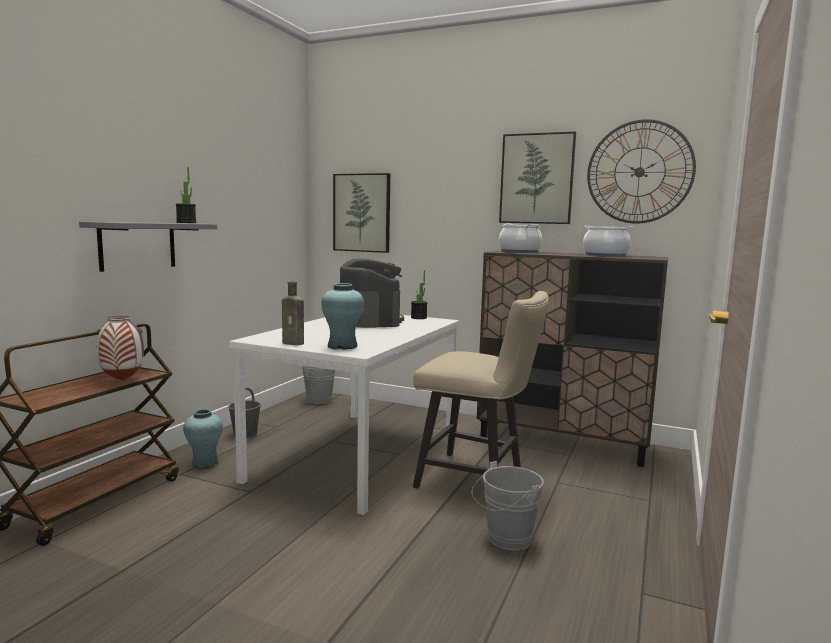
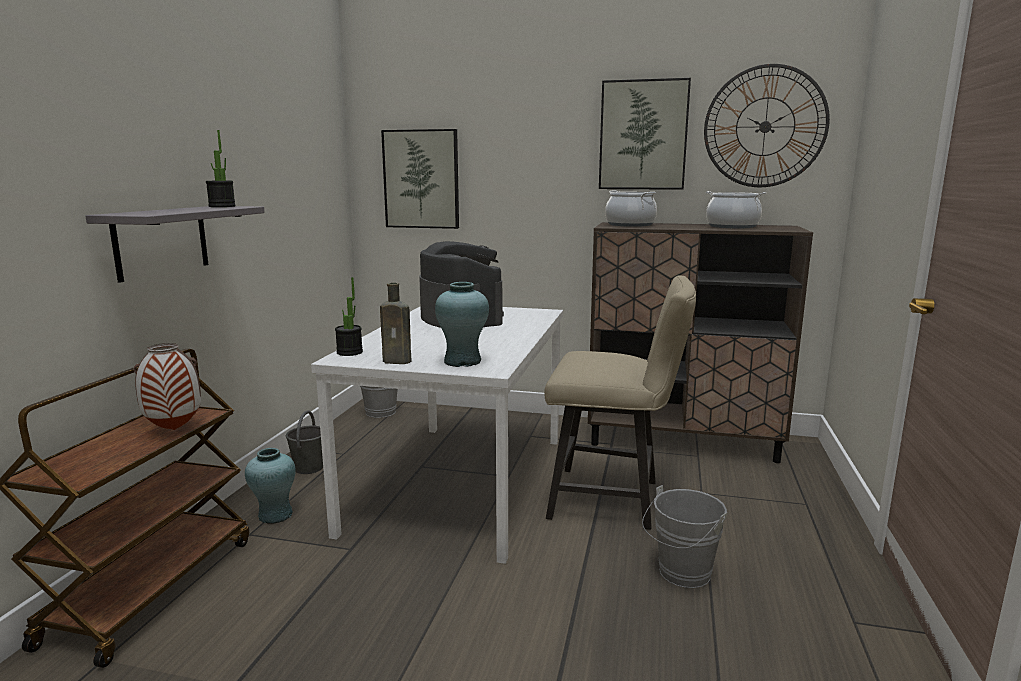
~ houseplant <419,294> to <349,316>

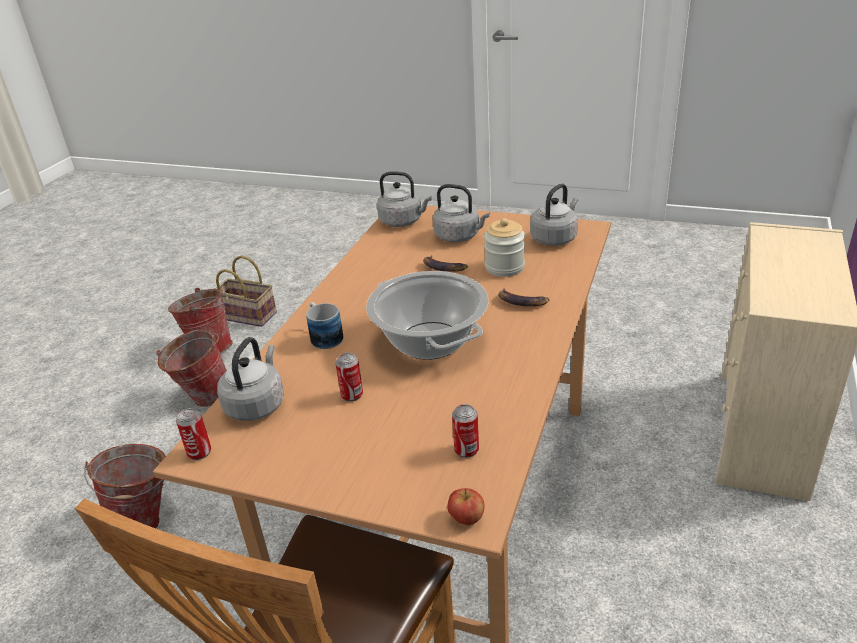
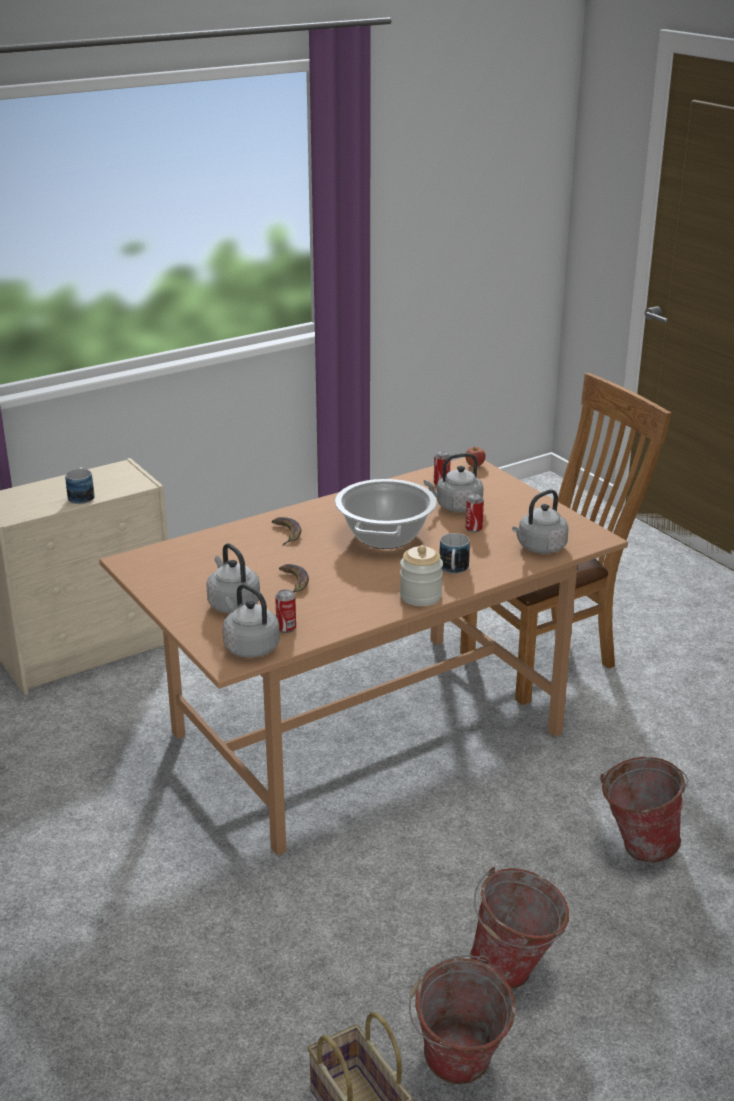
~ greyish kettle <554,215> to <453,483>
~ storage jar <504,247> to <421,575>
~ metal can <193,434> to <285,611>
+ tea mug <79,485>

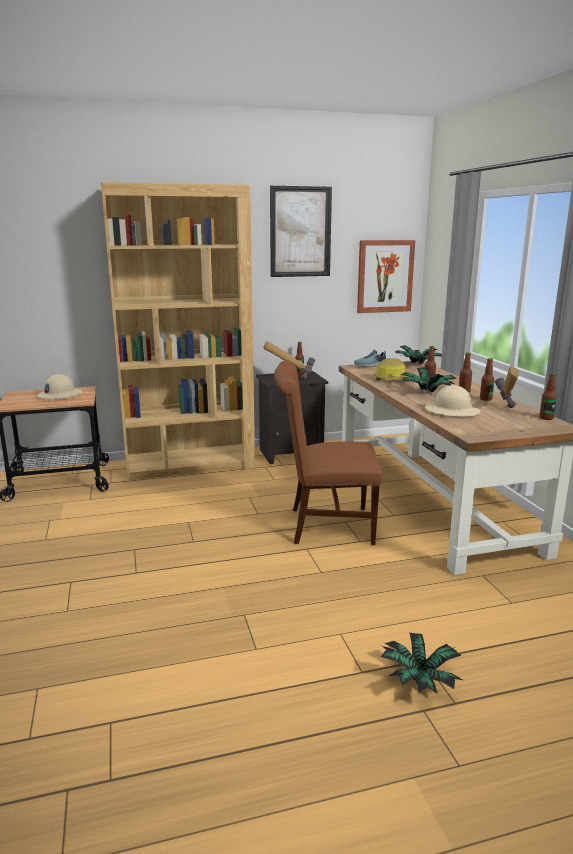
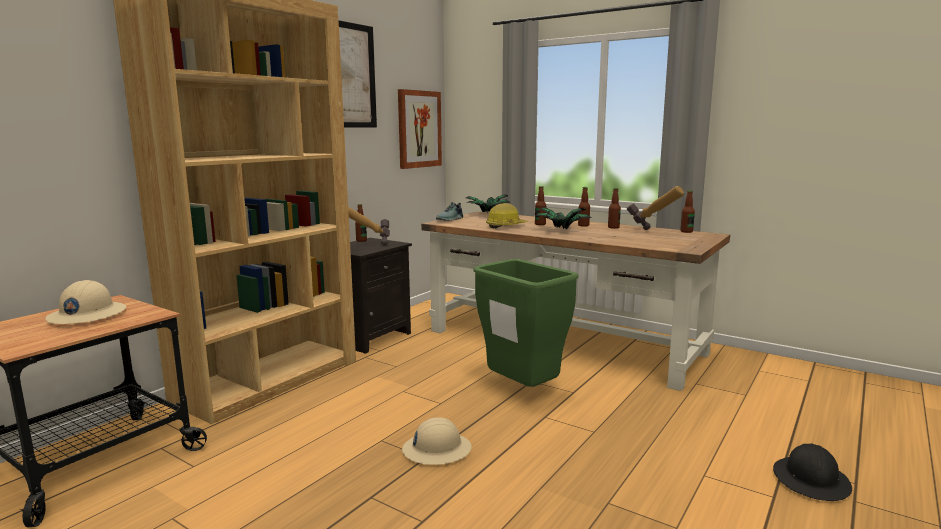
~ brownish plain chair <328,453> to green-coloured rubbish bin <526,323>
~ sand-coloured safety helmet <452,401> to <437,441>
~ houseplant <422,663> to blackish safety helmet <812,472>

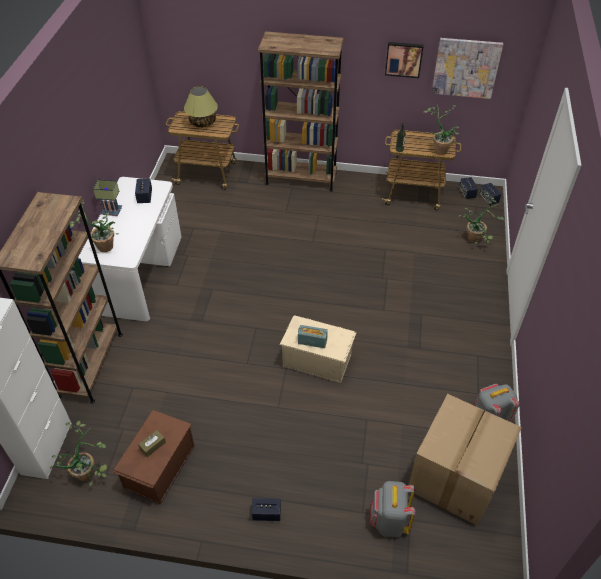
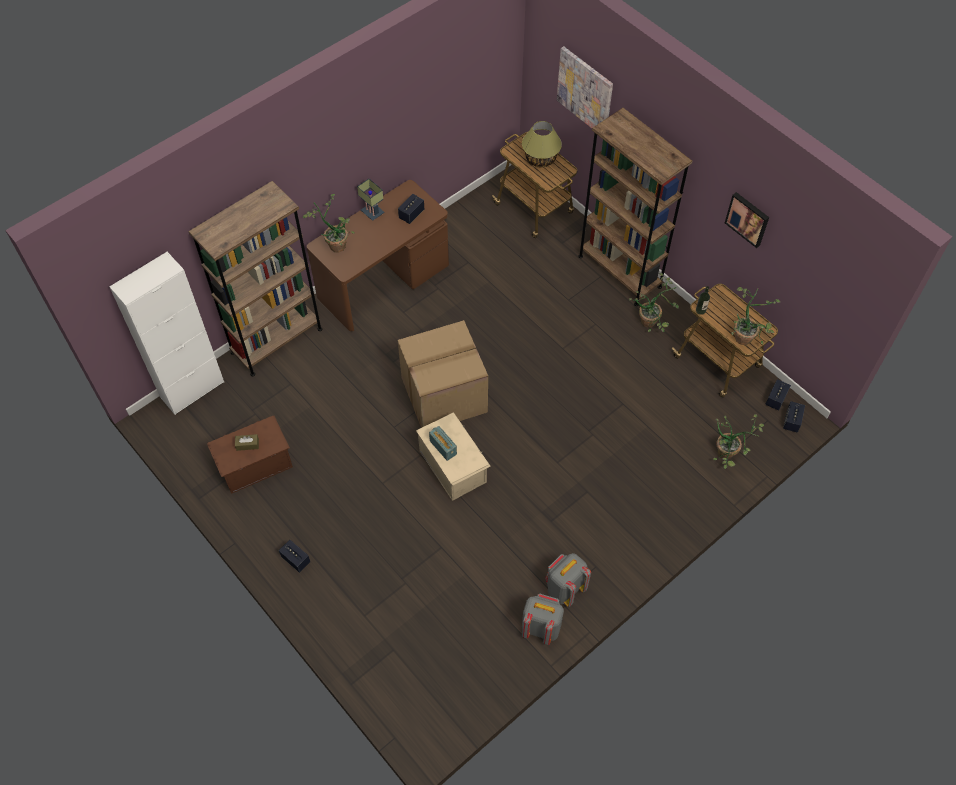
~ picture <467,68> to <585,87>
~ whitish desk <130,249> to brownish desk <378,255>
~ carton <465,460> to <443,374>
~ houseplant <78,453> to <654,302>
~ greyish rucksack <393,509> to <568,580>

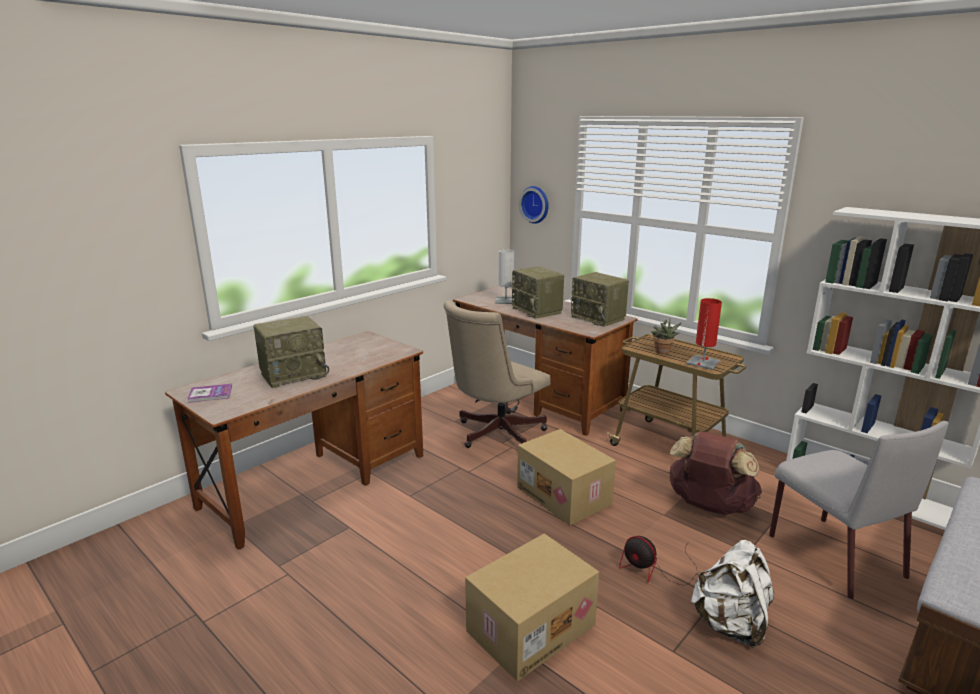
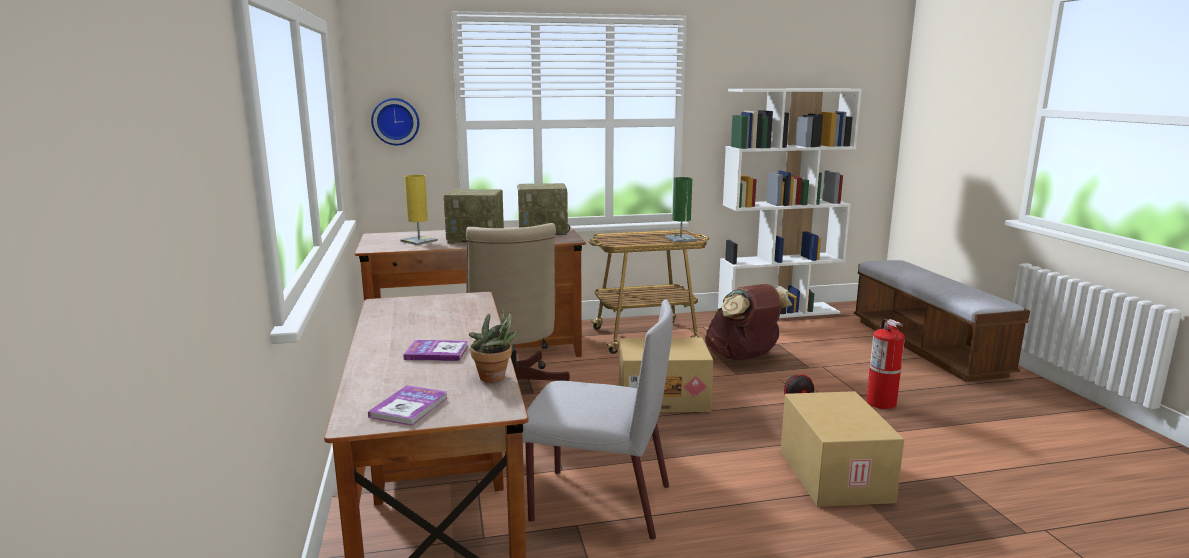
~ whitish tabletop lamp <504,276> to yellow tabletop lamp <419,210>
~ red-coloured tabletop lamp <704,334> to green-coloured tabletop lamp <681,210>
~ radio <291,352> to bound book <435,350>
~ houseplant <666,336> to <494,345>
~ greyish plain chair <859,510> to <597,420>
~ whitish rucksack <732,594> to fire-fighting cylinder <885,364>

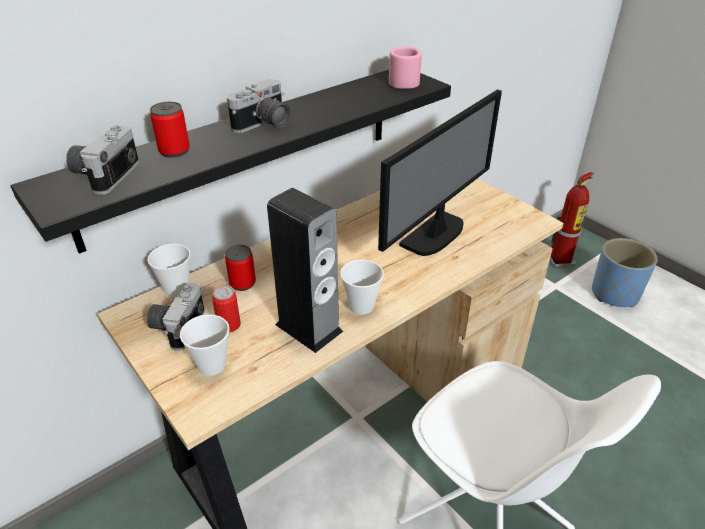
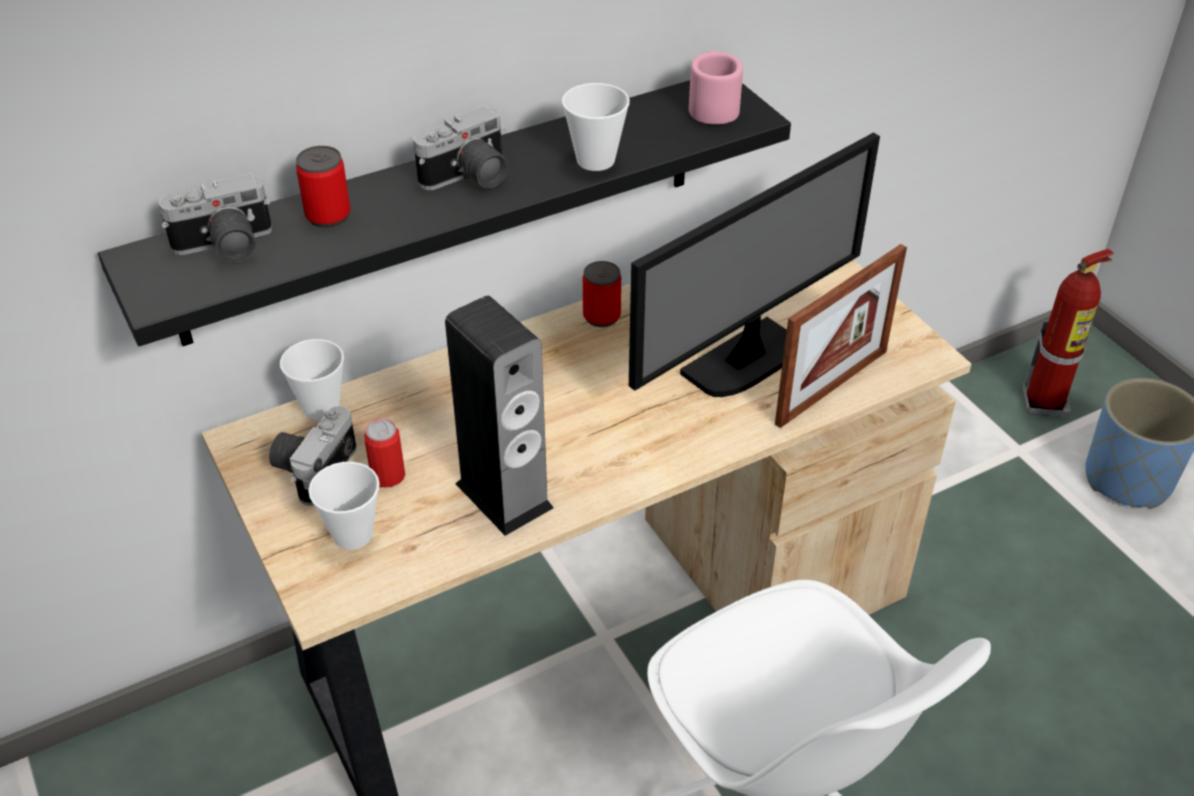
~ still camera <102,160> = <215,217> 135 degrees counterclockwise
~ metal can <240,268> to <602,294>
~ small cup <362,287> to <596,127>
+ photo frame <841,336>

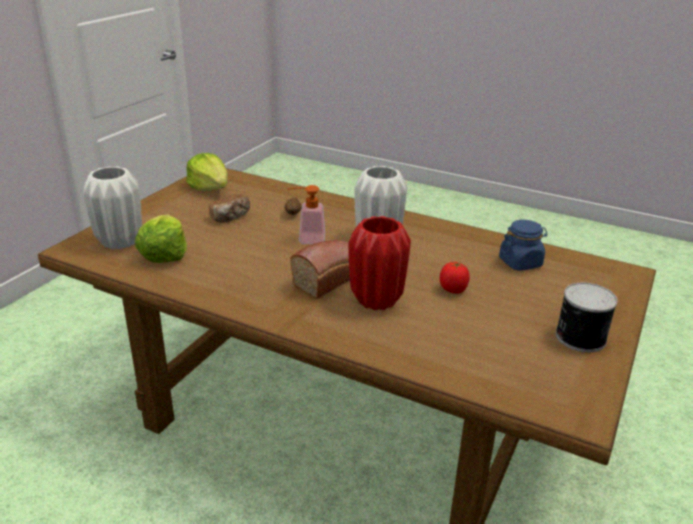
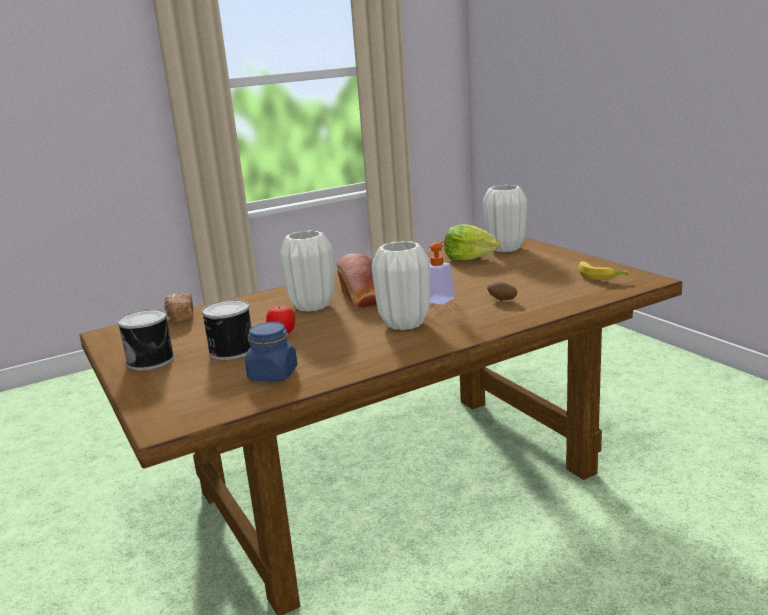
~ lettuce <207,172> to banana fruit <603,270>
~ bakery bread <229,208> to <178,307>
~ red-coloured decorative vase <380,263> to whitish decorative vase <306,271>
+ metal can <227,330>

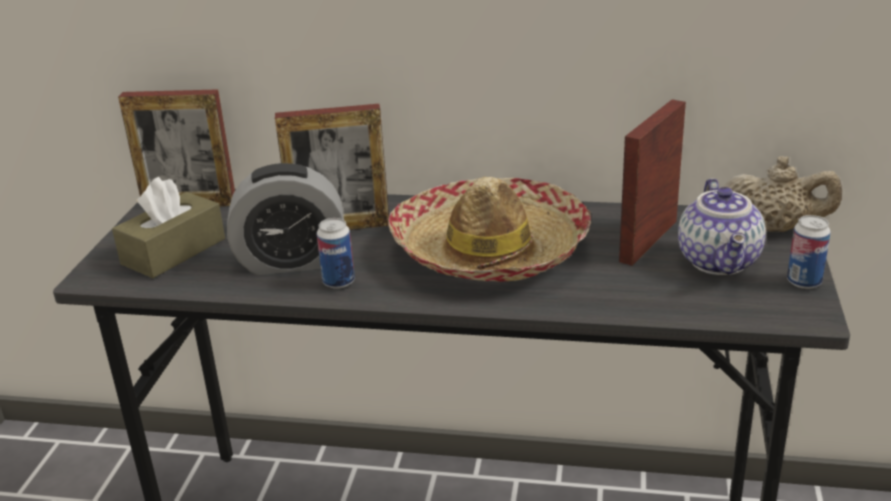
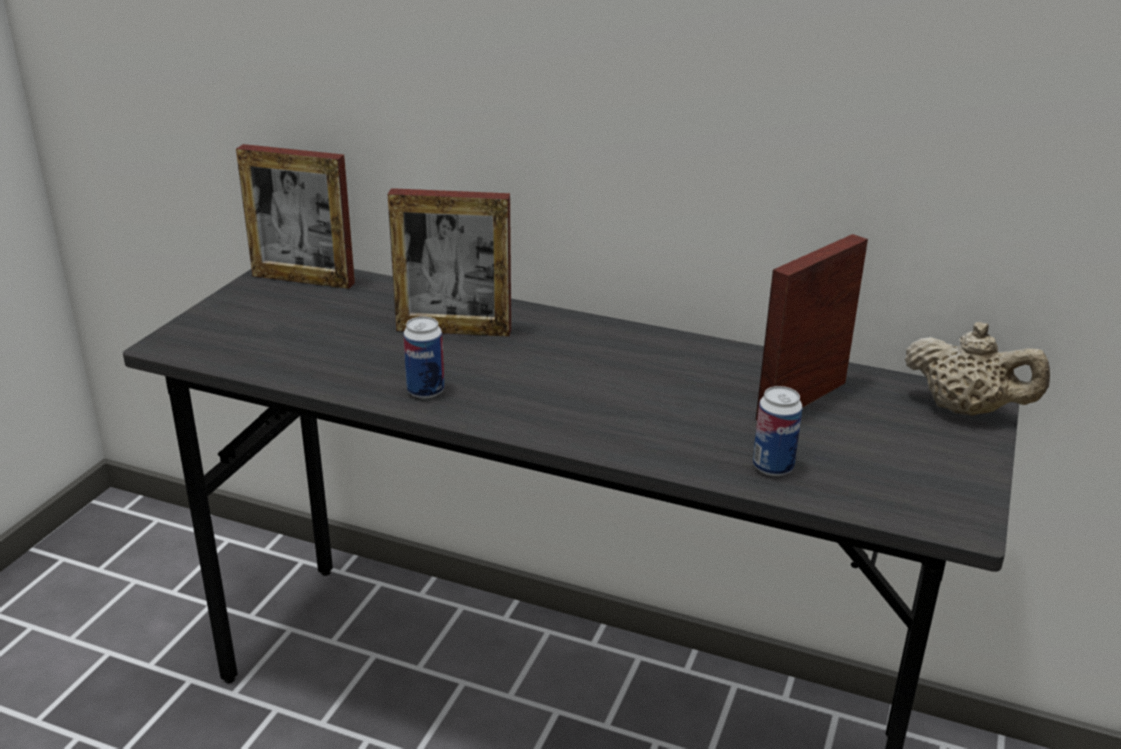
- bedside clock <285,219>
- brownish tissue box <168,227>
- clothing hat <489,229>
- pot for tea <722,226>
~ metal can <809,252> to <778,431>

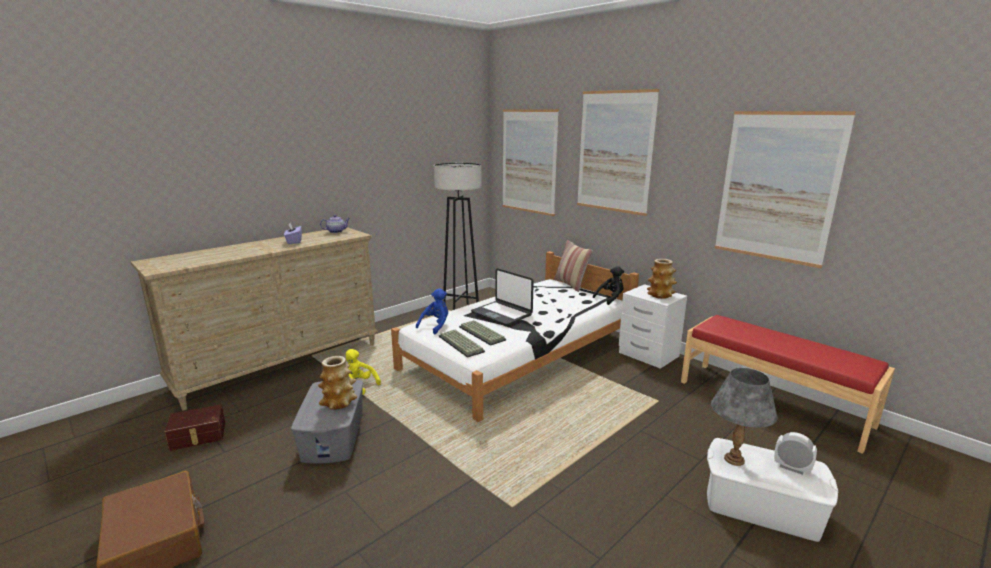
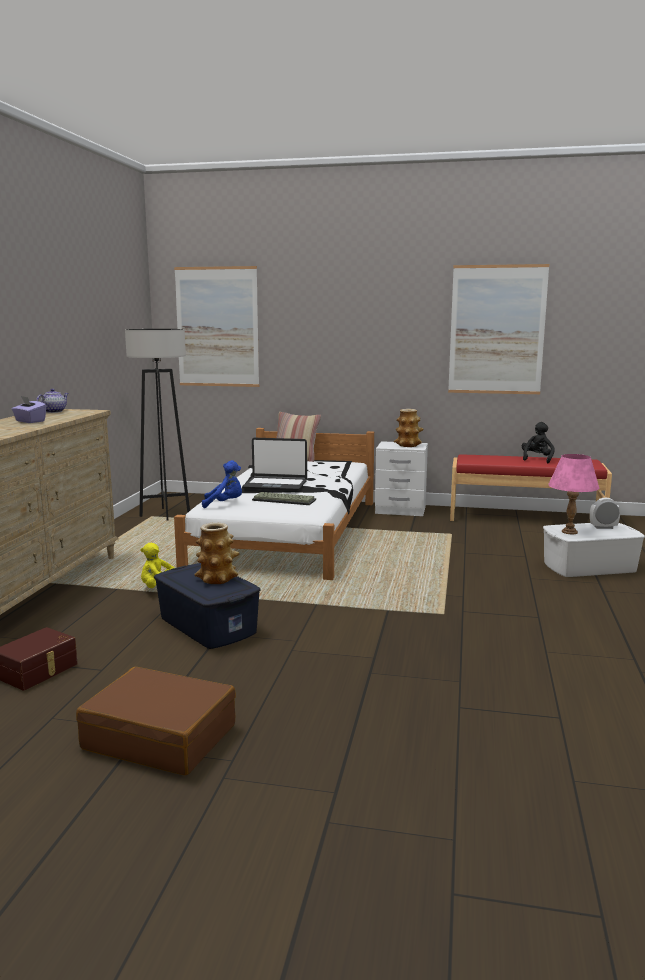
- picture <618,152>
~ blackish soft toy <608,285> to <538,442>
~ blue soft toy <432,311> = <222,484> 90 degrees clockwise
- computer keyboard <462,344>
~ greyish tabletop lamp <744,417> to pink tabletop lamp <573,494>
~ greyish storage box <327,422> to blue storage box <207,606>

